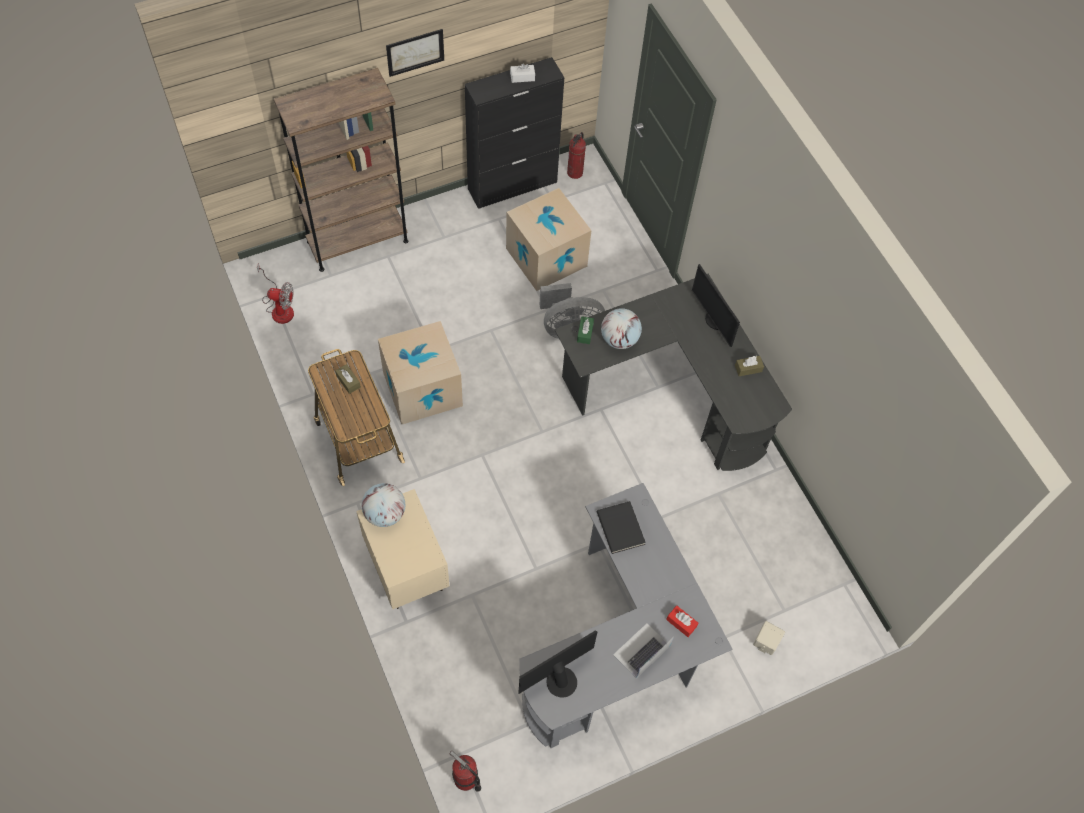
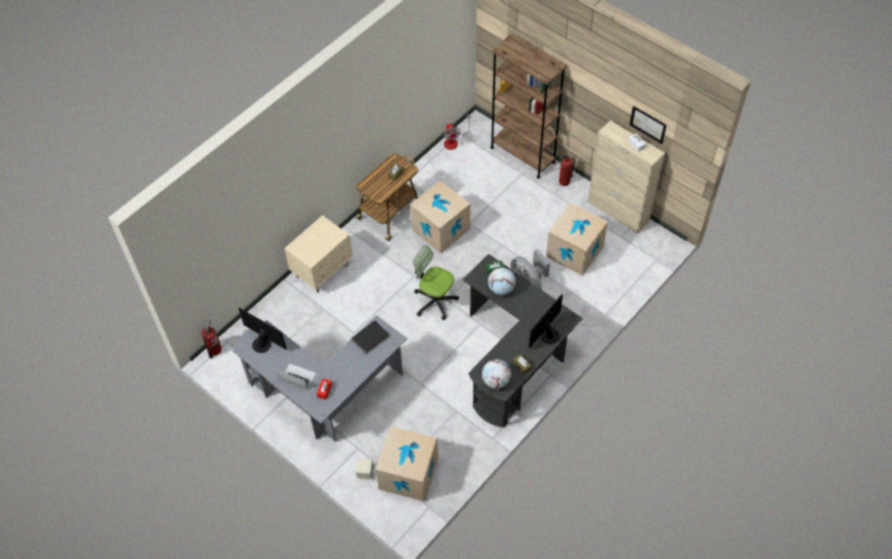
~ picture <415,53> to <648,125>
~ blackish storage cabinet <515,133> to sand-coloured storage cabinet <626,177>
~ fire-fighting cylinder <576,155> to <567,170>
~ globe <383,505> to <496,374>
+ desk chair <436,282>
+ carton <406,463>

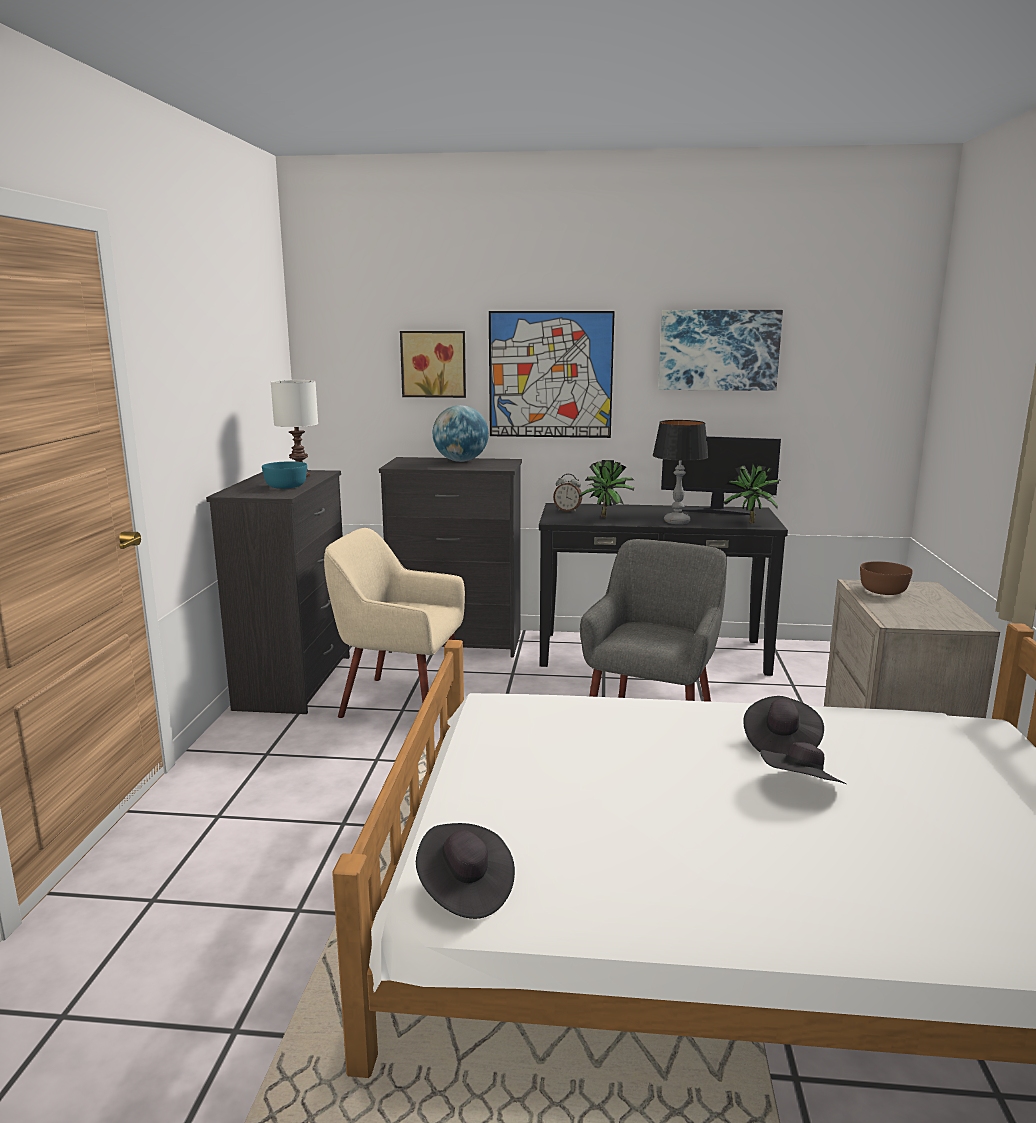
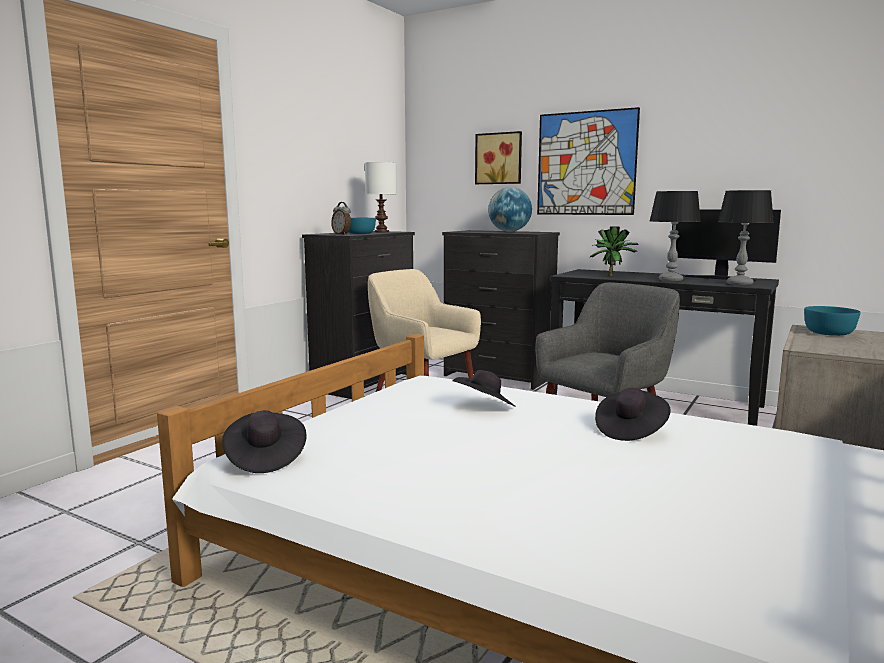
- picture <720,350>
~ houseplant <751,493> to tabletop lamp <746,238>
~ bedside clock <567,493> to <341,218>
~ brownish deep dish <886,578> to turquoise deep dish <832,321>
~ blackish clothing hat <803,763> to <484,388>

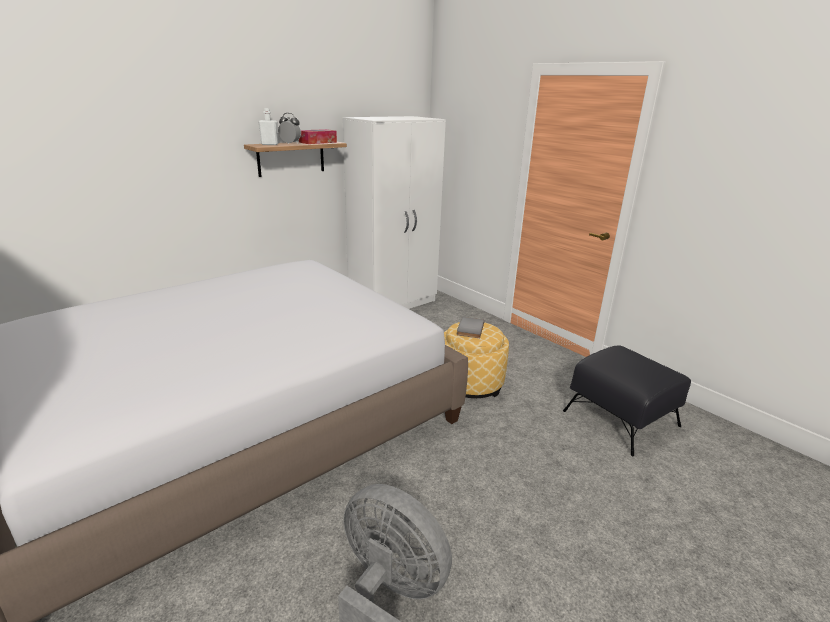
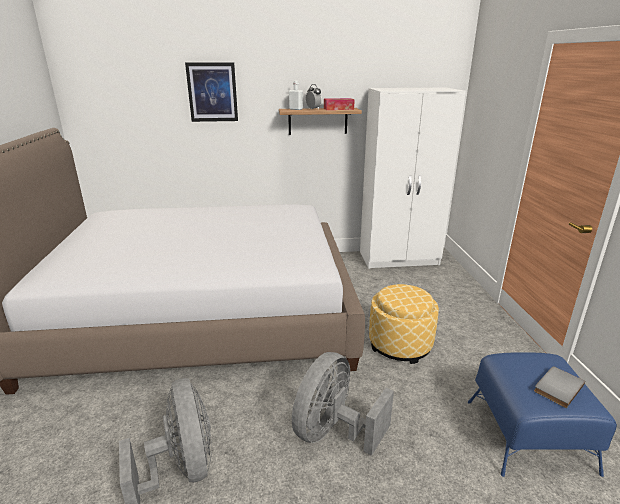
~ greyish bound book <470,327> to <559,387>
~ blackish pouffe <627,401> to blue pouffe <542,414>
+ picture <211,92>
+ greyish electric fan <343,404>

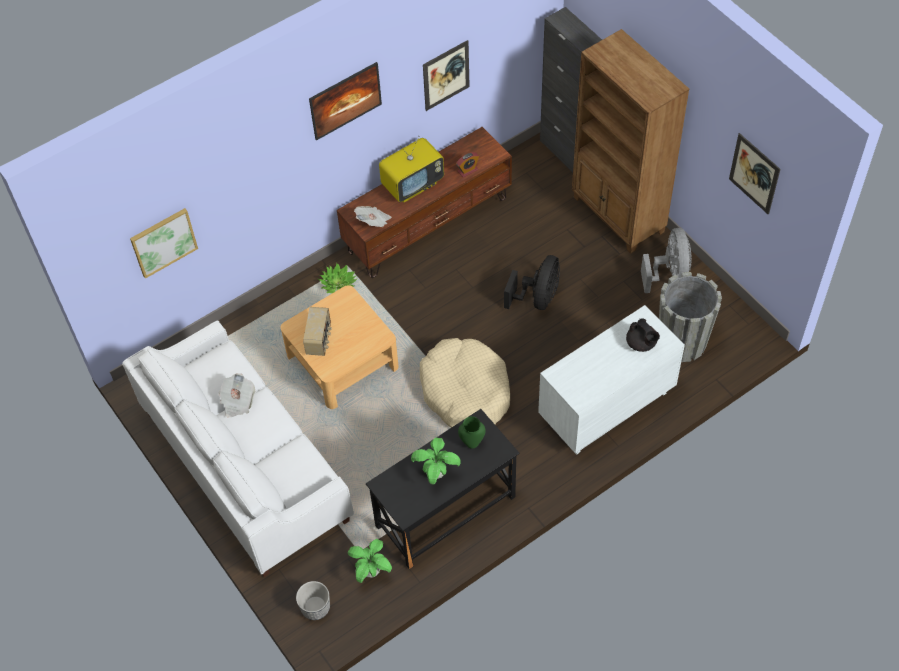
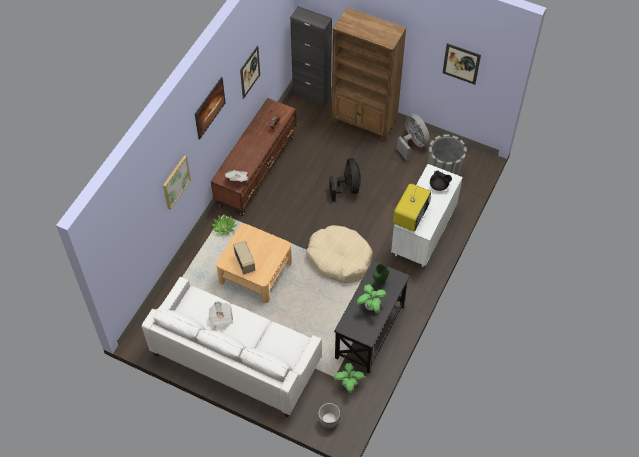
~ TV set <411,169> to <412,207>
~ picture <164,243> to <177,182>

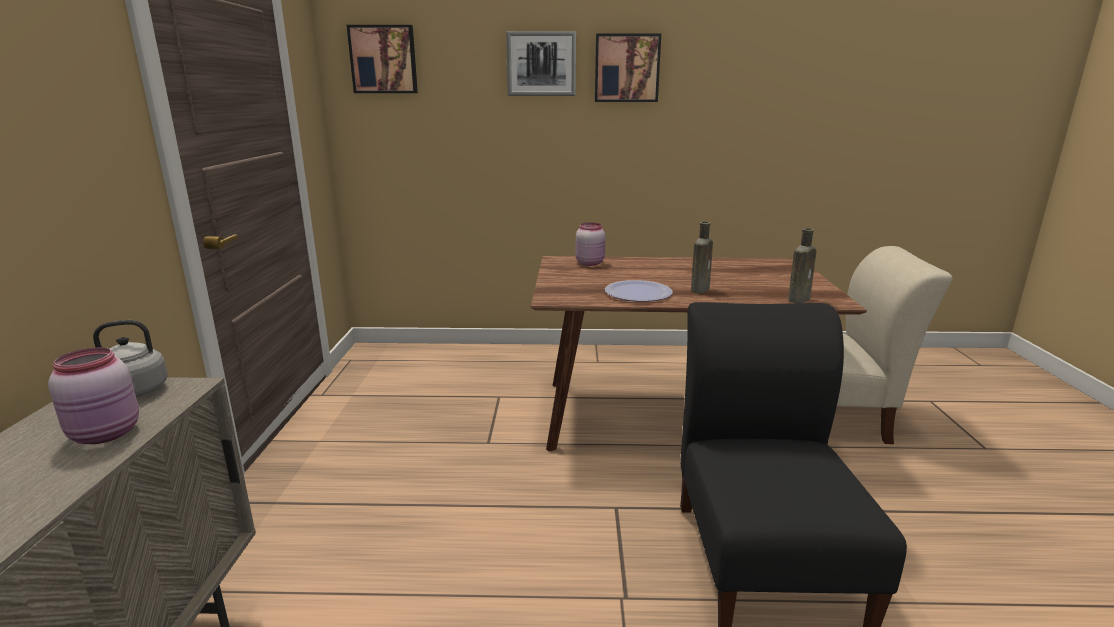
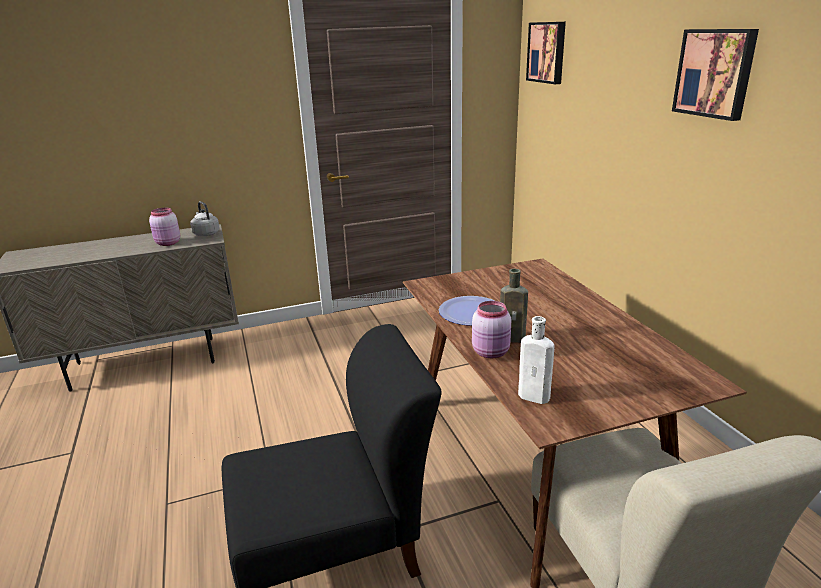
- picture <541,63>
~ pink storage jar <590,244> to <491,329>
~ brownish beverage bottle <802,265> to whitish beverage bottle <536,360>

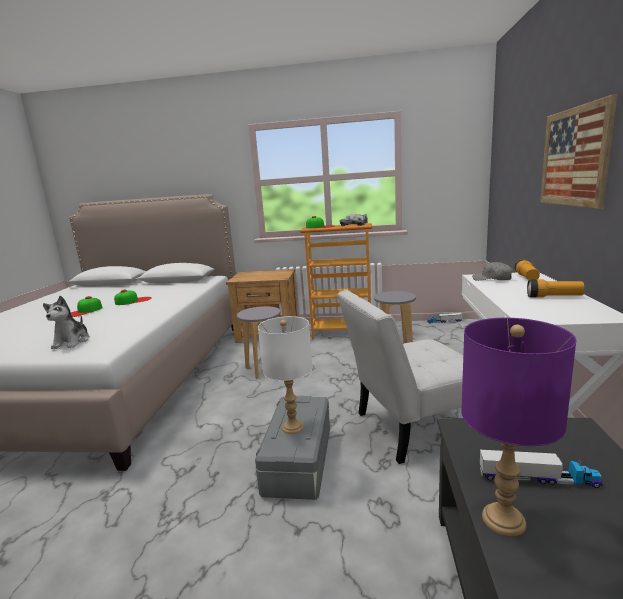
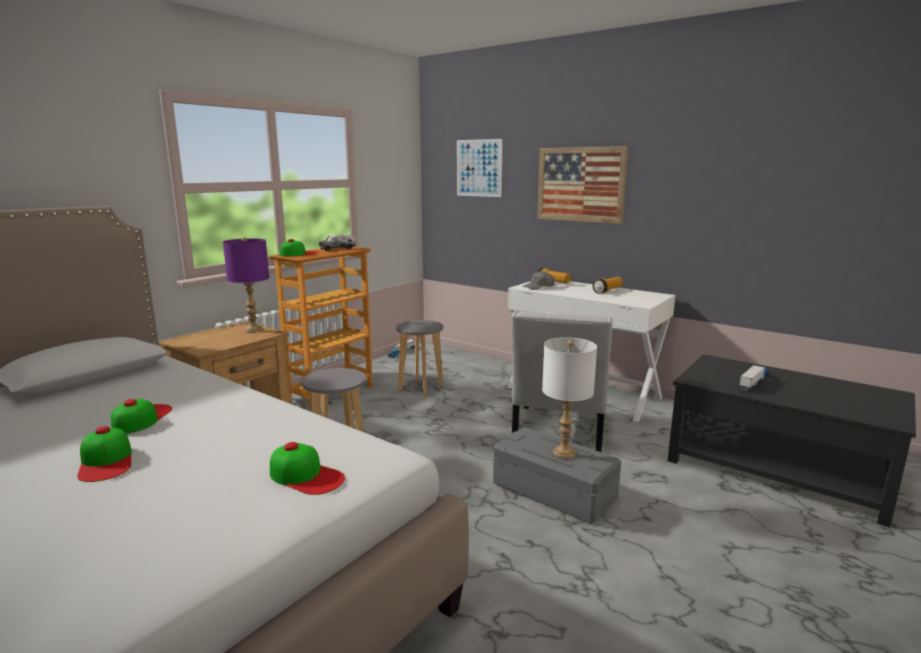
~ soft toy <66,322> to baseball cap <307,468>
~ purplish tabletop lamp <519,427> to <246,285>
+ picture <480,168>

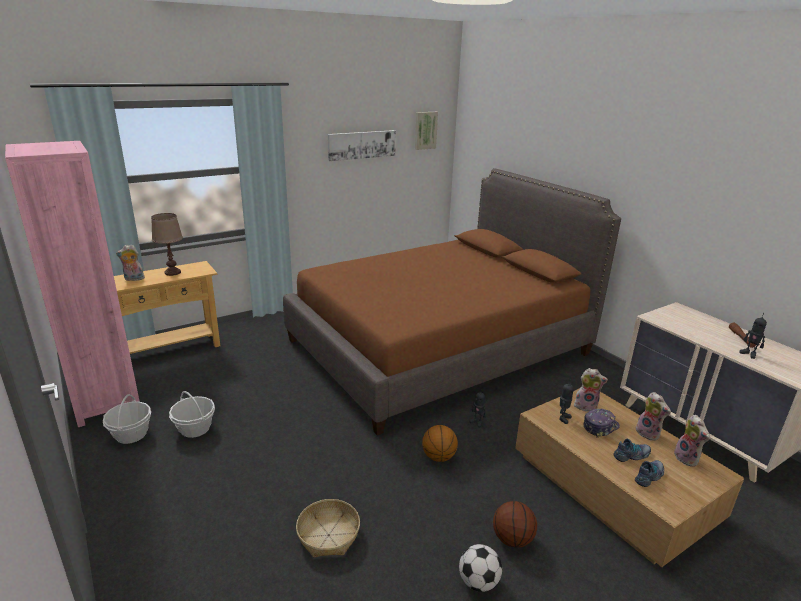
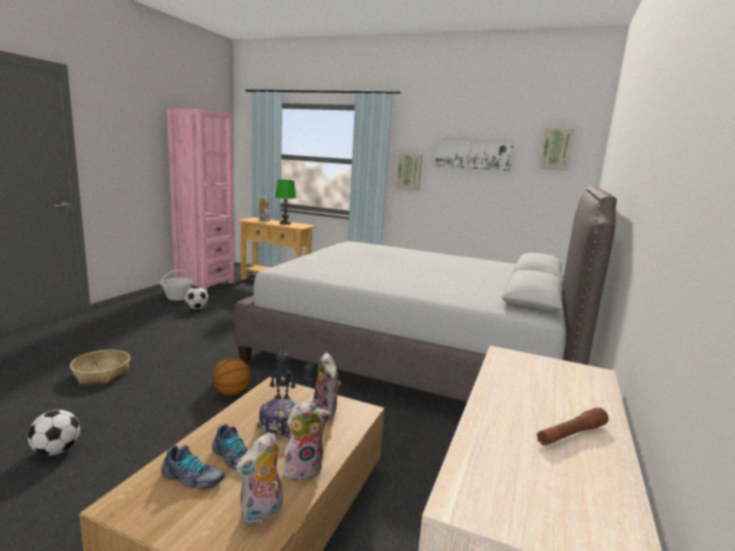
~ brownish bed <452,301> to greyish bed <426,294>
~ brownish tabletop lamp <167,244> to green-coloured tabletop lamp <285,202>
- model robot <753,336>
~ storage basket <192,414> to football <196,298>
~ soft toy <653,416> = <307,441> 135 degrees counterclockwise
- basketball <515,524>
+ picture <409,172>

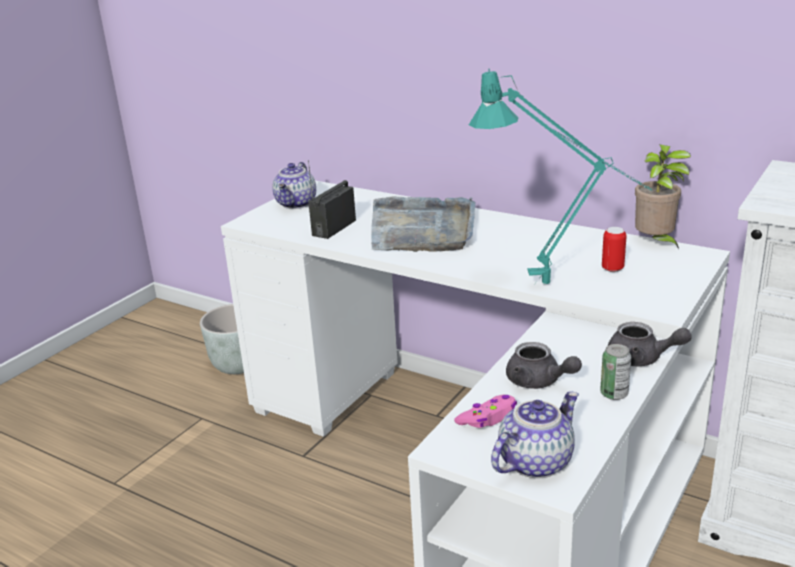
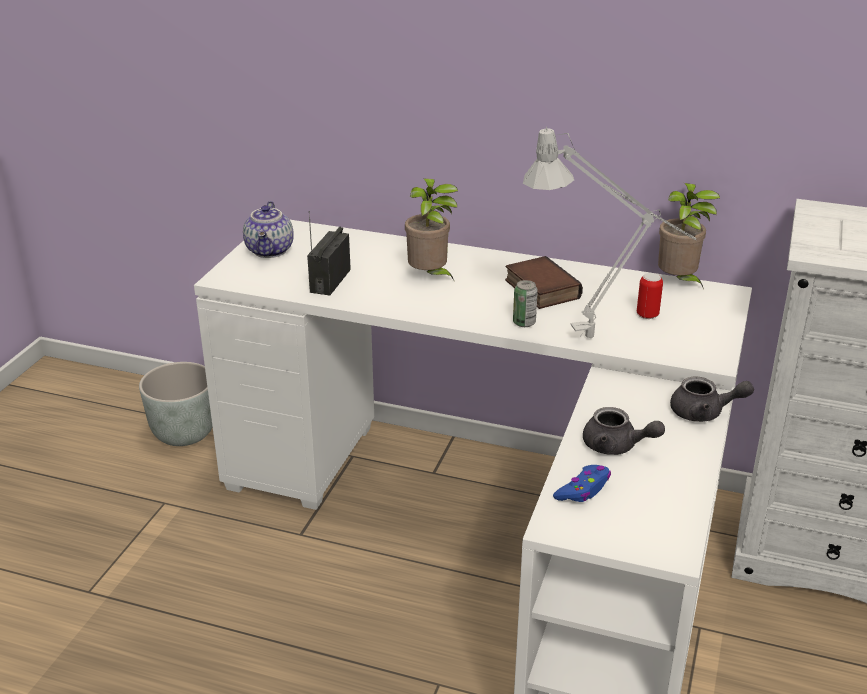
~ turquoise tabletop lamp <560,176> to greyish tabletop lamp <609,233>
~ greyish tray <423,224> to houseplant <431,230>
~ metal can <615,372> to <525,303>
- pot for tea <535,435>
~ pink joypad <485,411> to blue joypad <582,483>
+ bound book <544,282>

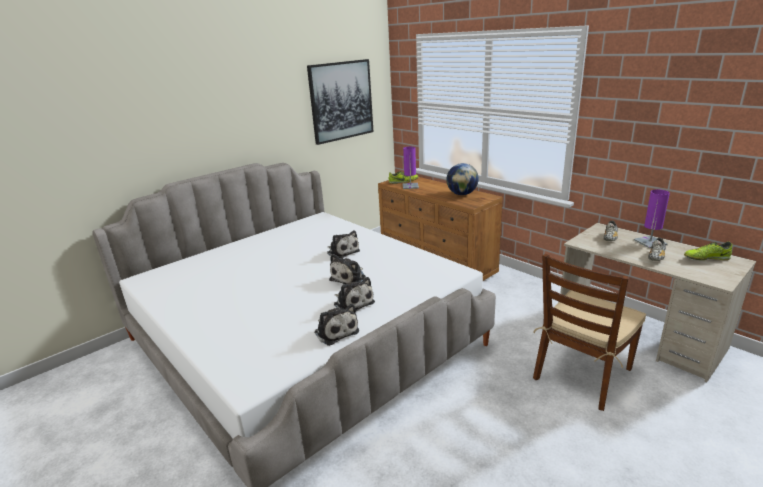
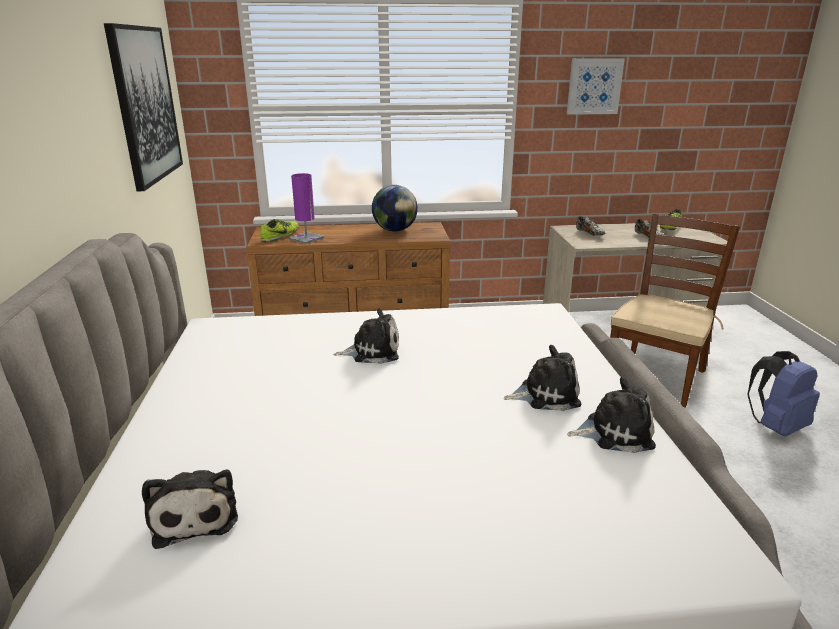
- purplish tabletop lamp <652,218>
~ soft toy <347,269> to <190,509>
~ brownish plain chair <589,332> = <675,311> 135 degrees counterclockwise
+ picture <596,86>
+ blue rucksack <783,393>

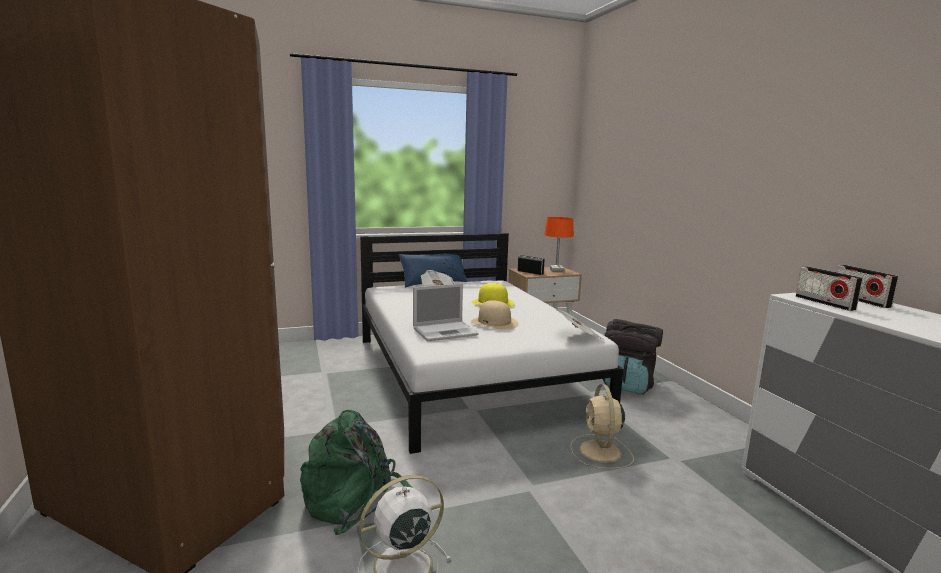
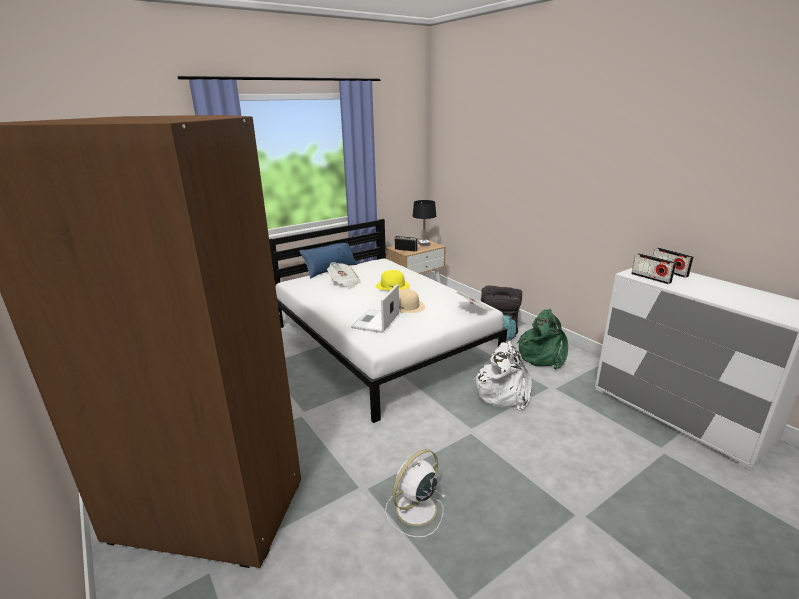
~ orangey tabletop lamp <559,244> to blackish tabletop lamp <424,223>
~ notebook computer <446,312> = <375,308> 150 degrees clockwise
~ sand-coloured electric fan <602,426> to whitish rucksack <503,376>
~ green-coloured rucksack <356,472> to <542,339>

